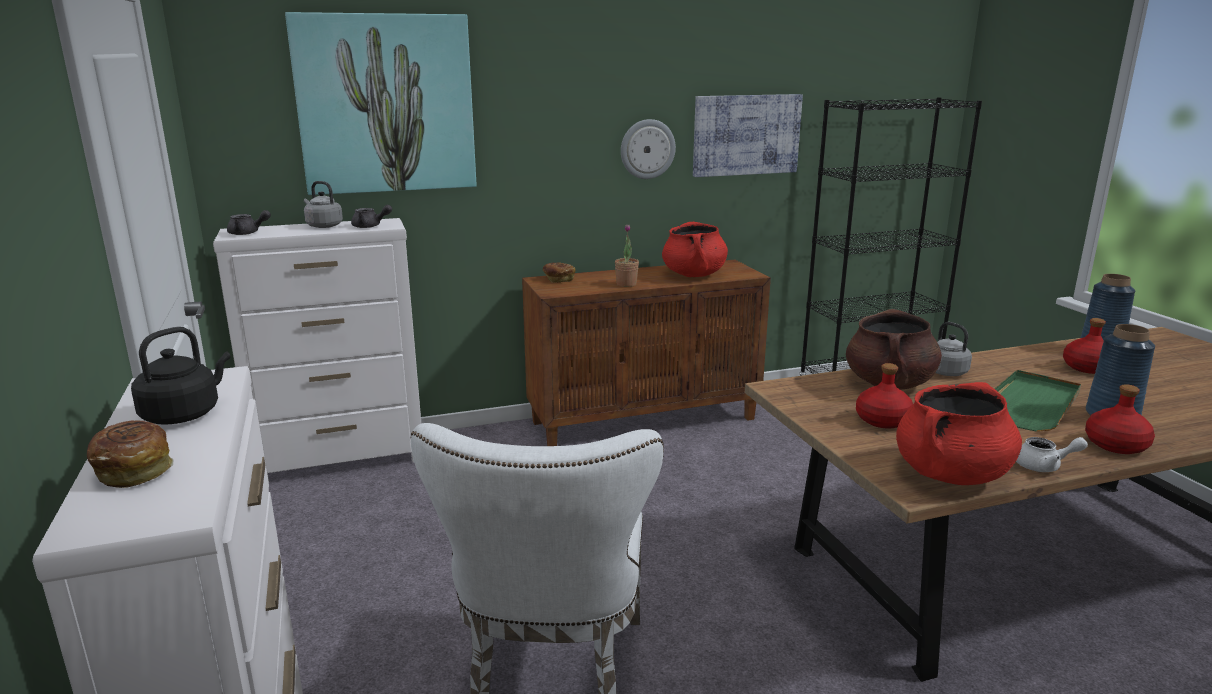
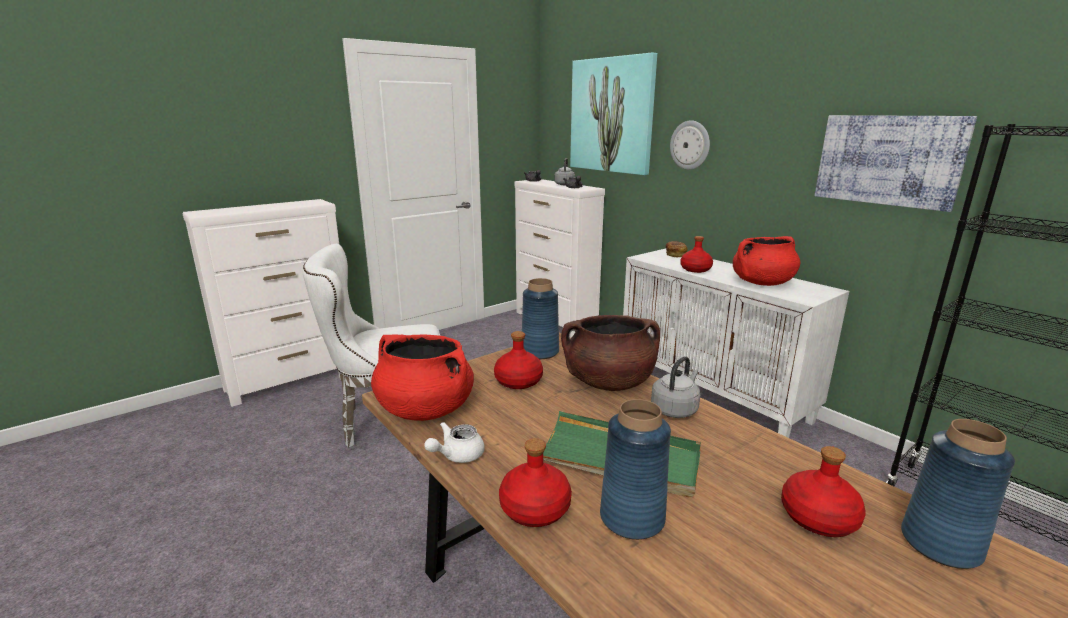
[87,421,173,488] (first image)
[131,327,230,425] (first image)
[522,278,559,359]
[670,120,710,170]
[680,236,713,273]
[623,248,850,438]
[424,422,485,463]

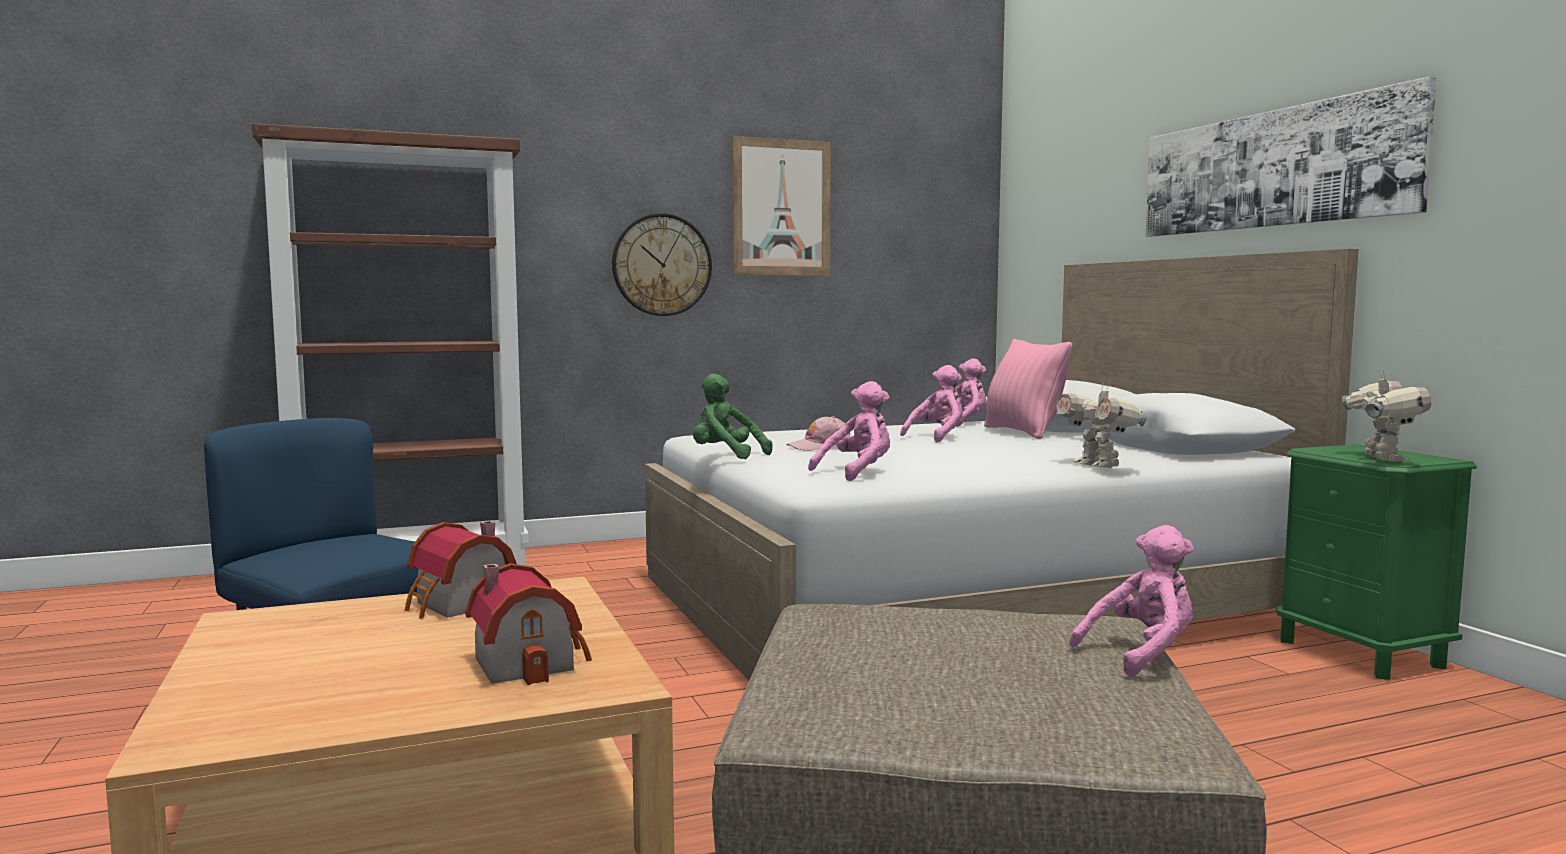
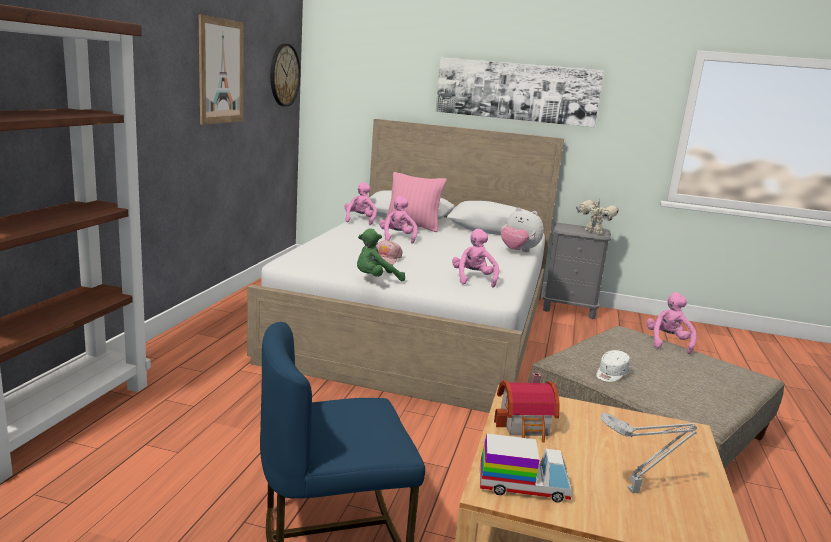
[466,563,592,685] (first image)
[480,434,572,503]
[596,350,630,382]
[600,412,697,493]
[270,44,301,107]
[501,208,544,252]
[543,223,611,319]

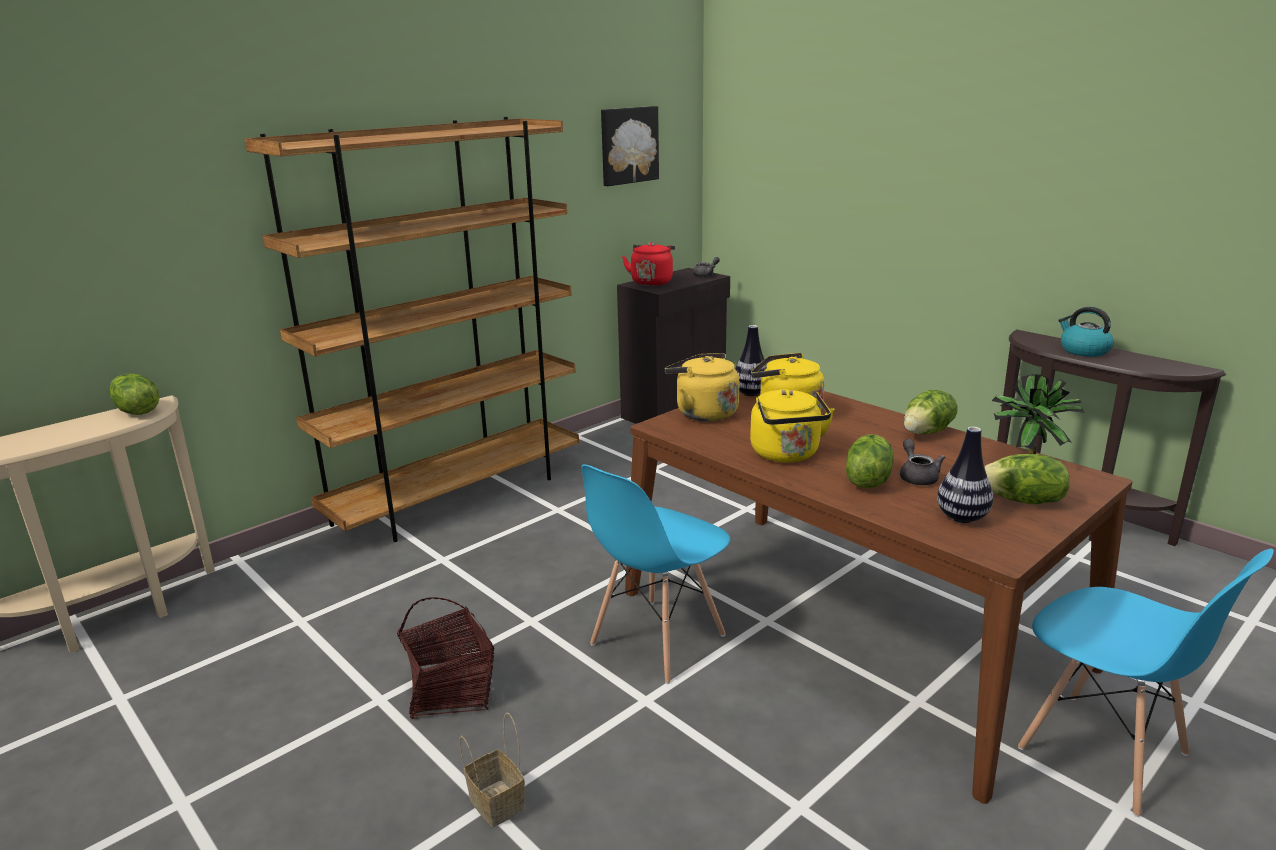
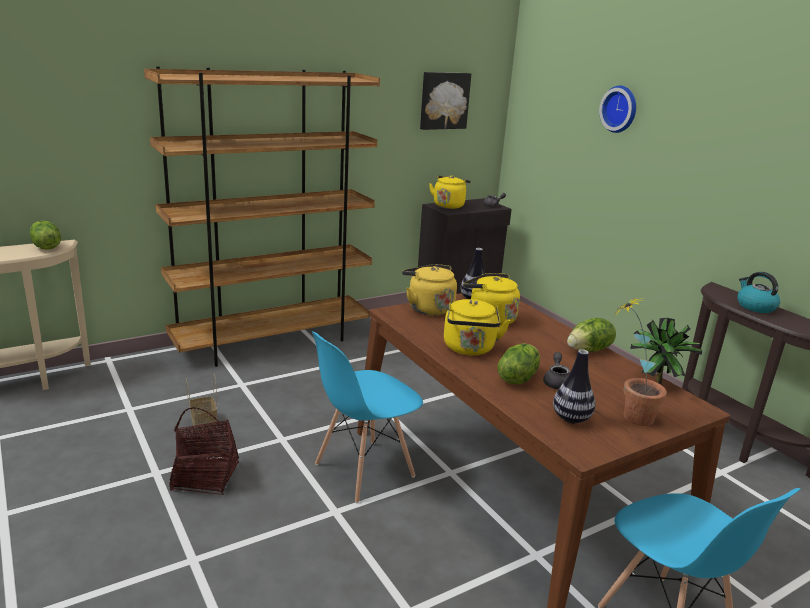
[599,86,636,133]
[185,374,217,431]
[615,298,667,426]
[429,175,471,209]

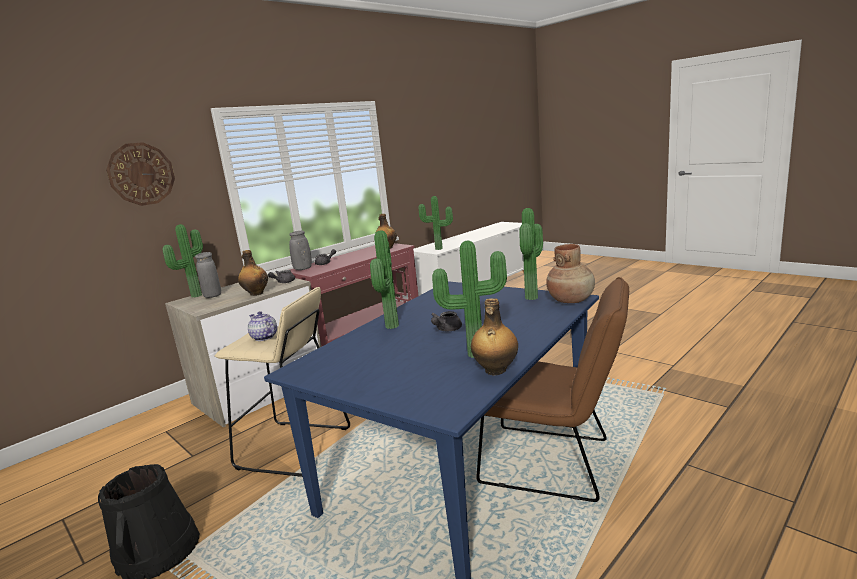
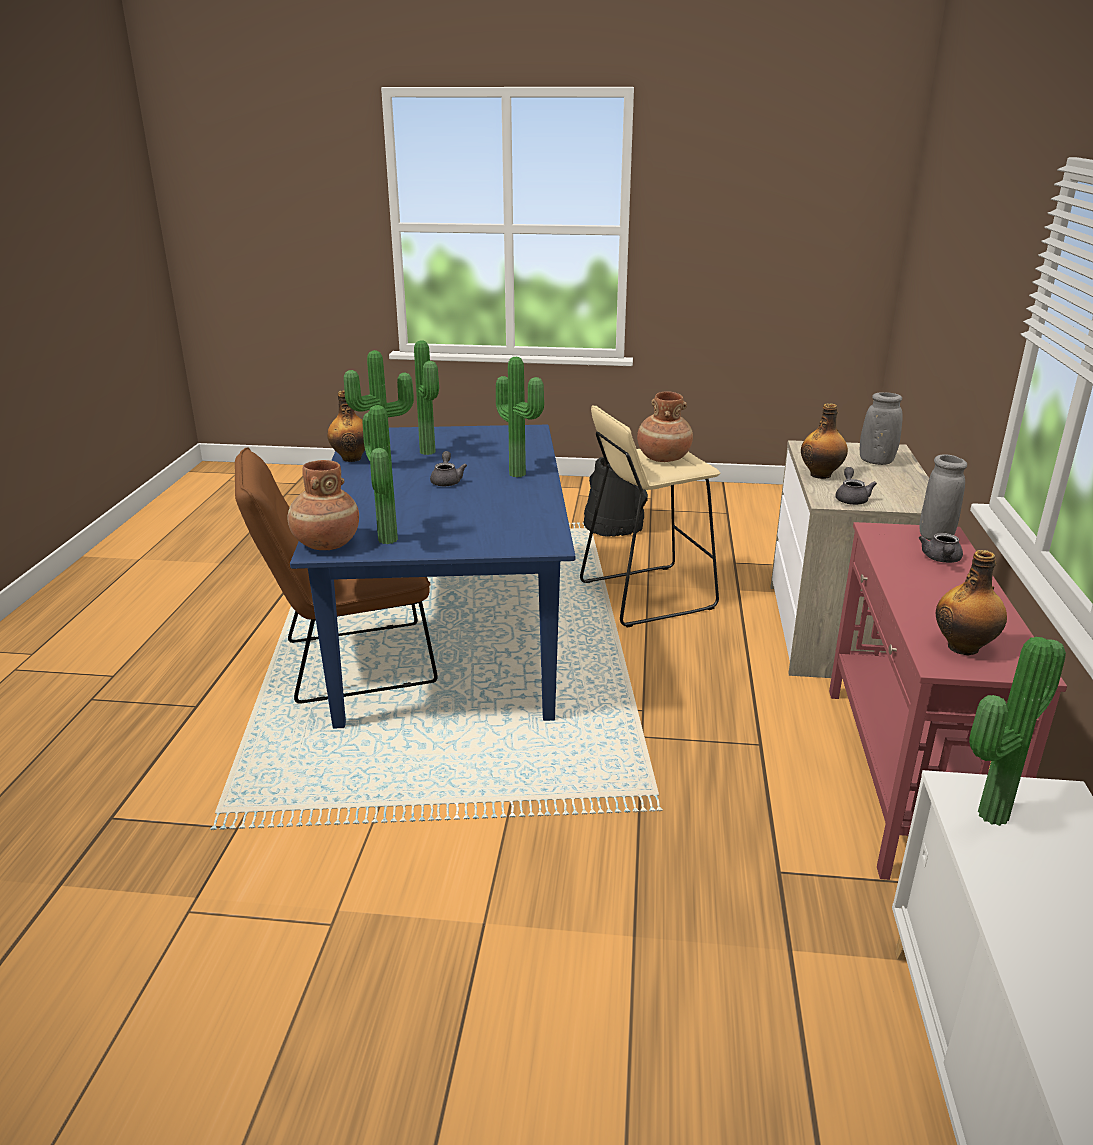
[106,142,175,206] (first image)
[414,340,439,455]
[637,391,693,462]

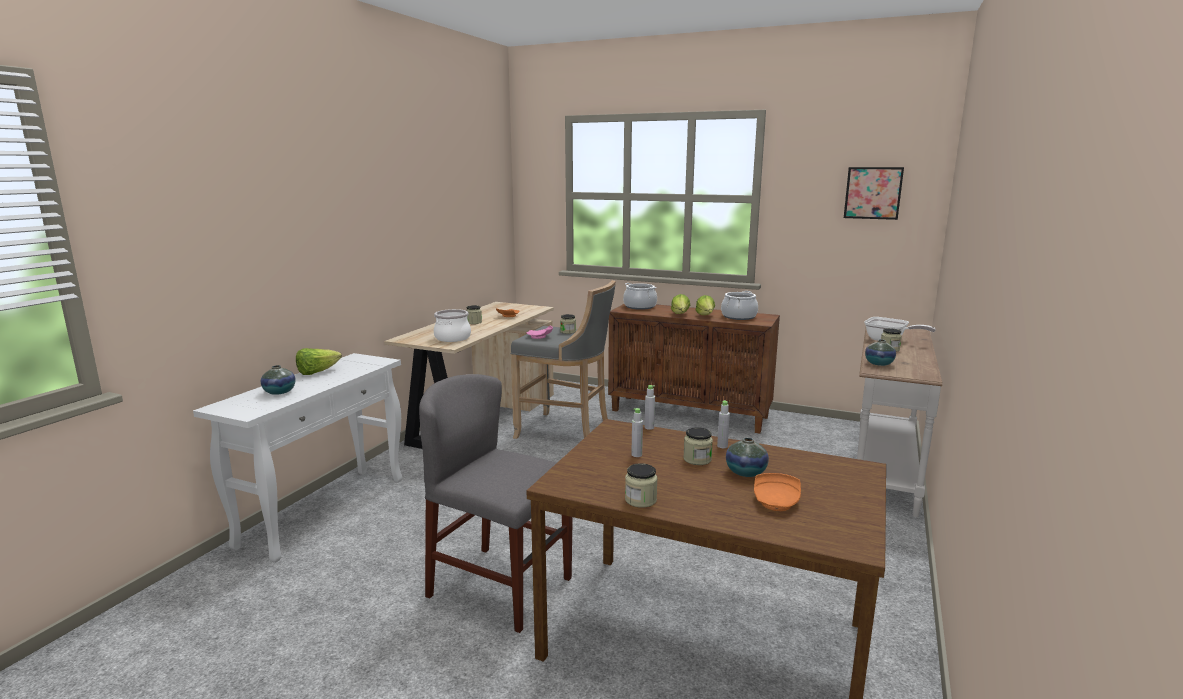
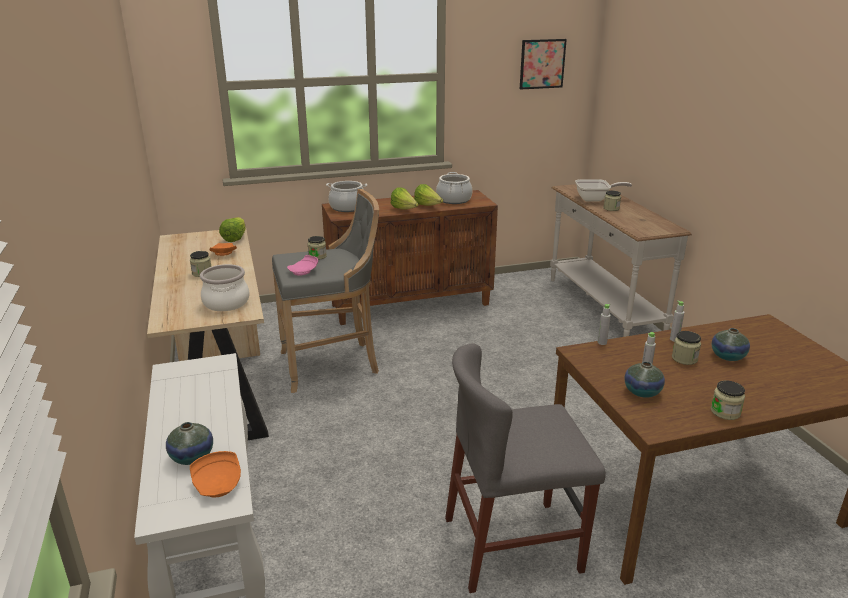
[219,217,246,242]
[190,451,241,497]
[624,361,665,398]

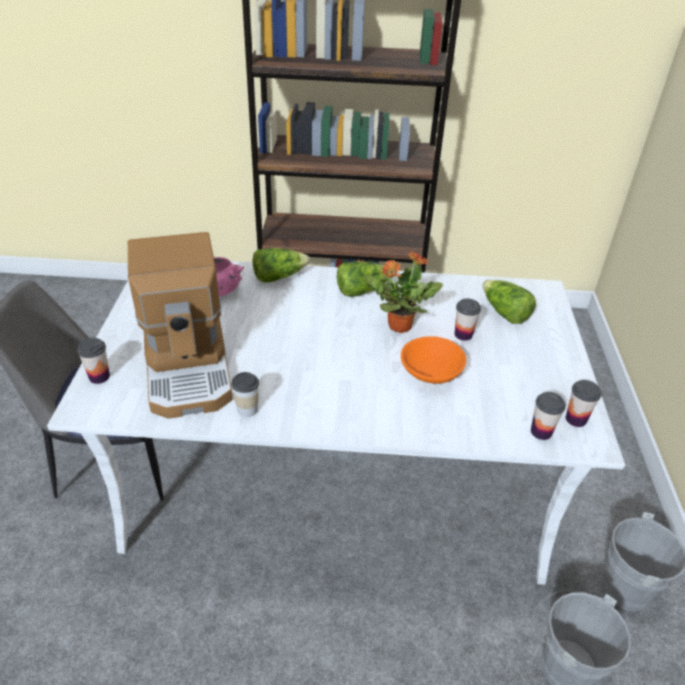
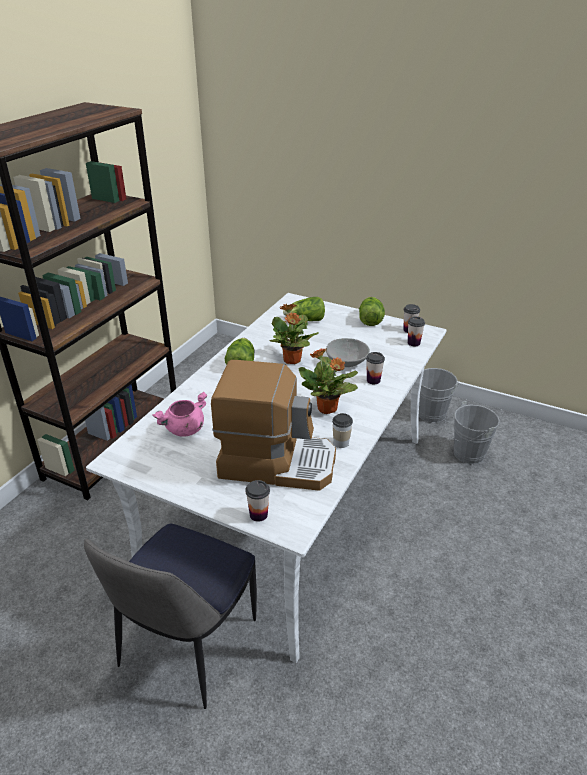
[299,348,358,414]
[359,297,385,326]
[366,352,385,384]
[326,338,370,367]

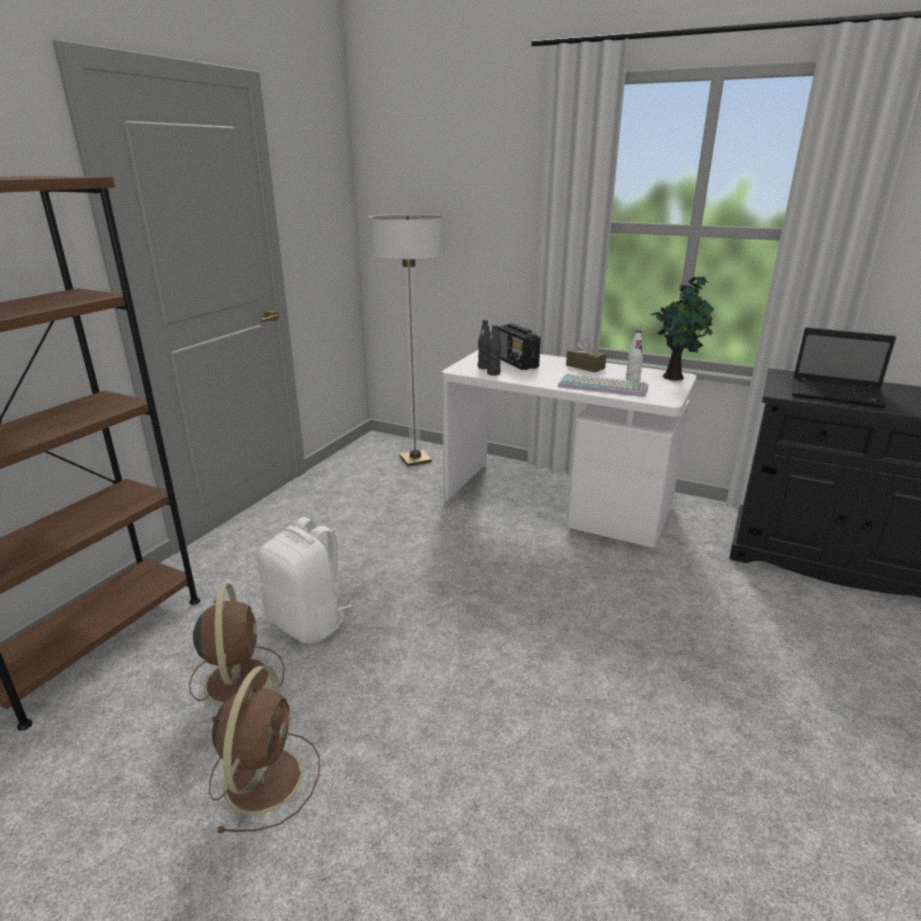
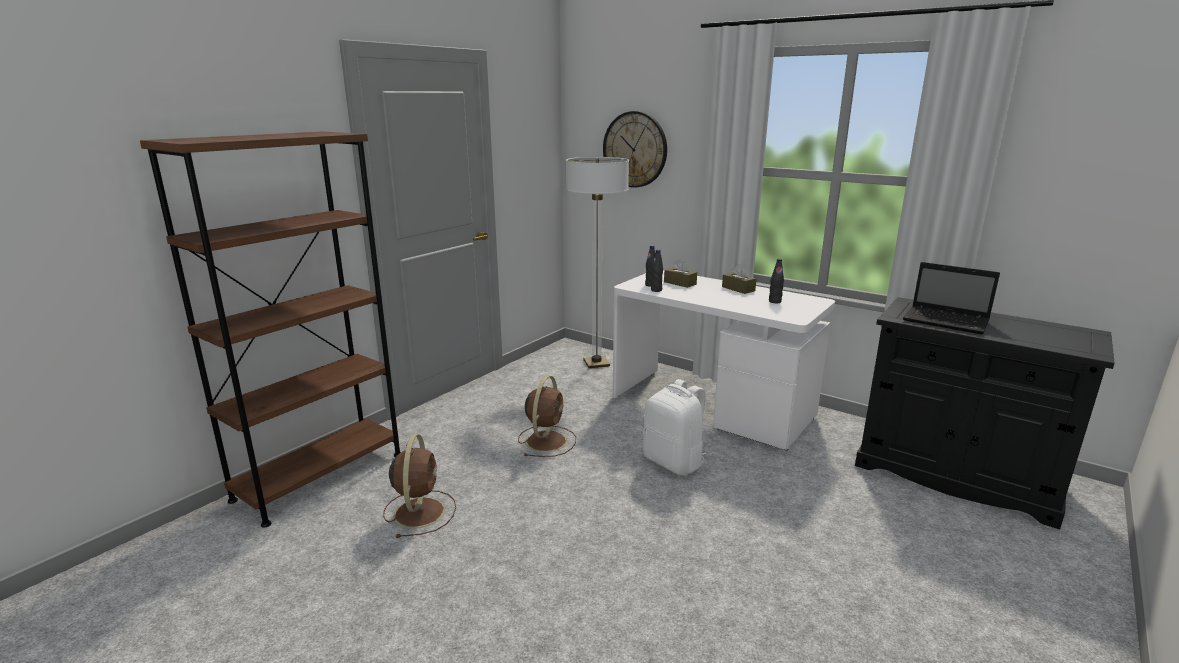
[558,374,648,397] (first image)
[650,277,714,381] (first image)
[603,111,667,188]
[518,376,576,457]
[643,379,707,475]
[664,259,697,288]
[769,259,784,303]

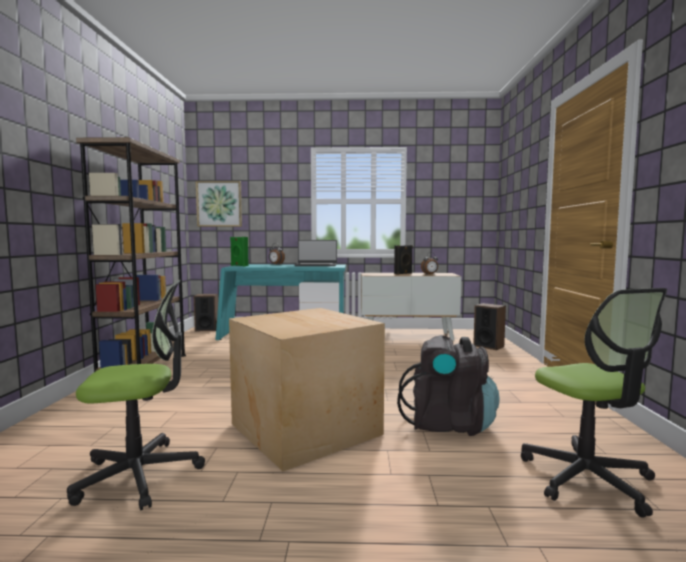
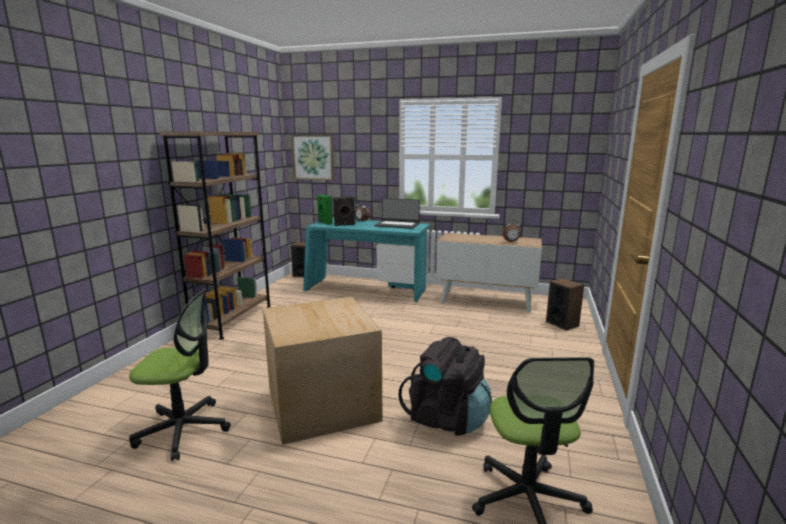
[333,196,355,226]

